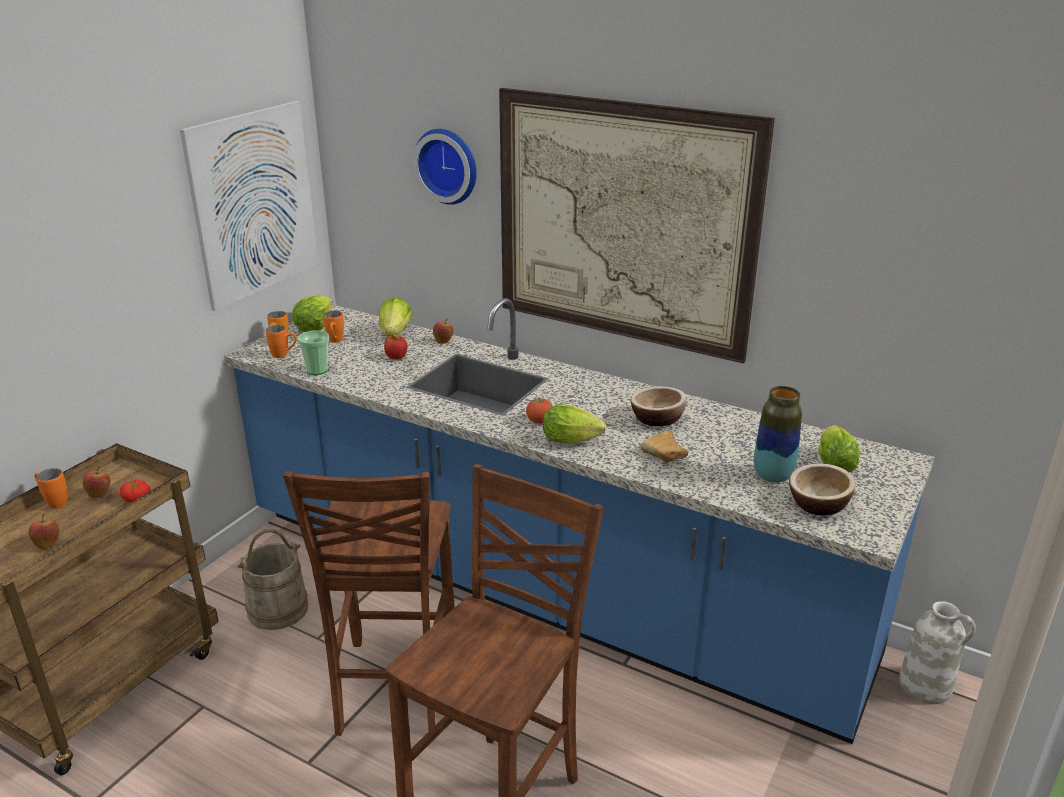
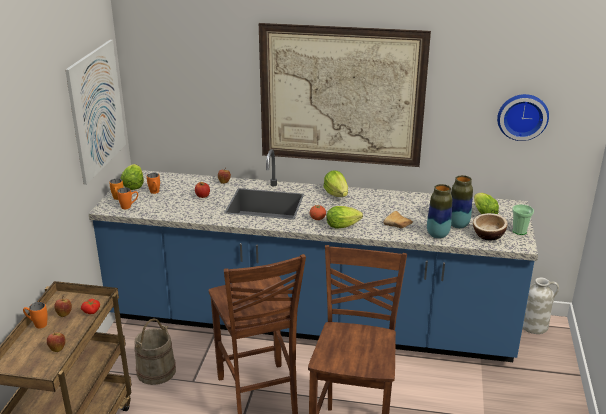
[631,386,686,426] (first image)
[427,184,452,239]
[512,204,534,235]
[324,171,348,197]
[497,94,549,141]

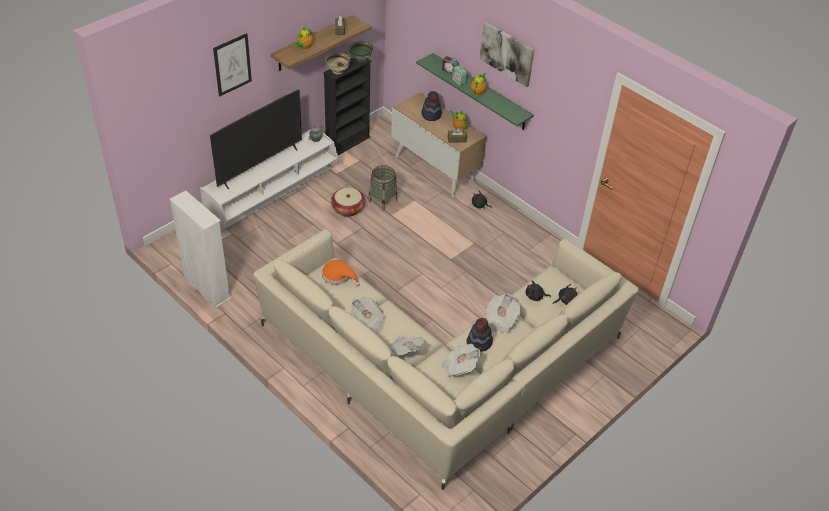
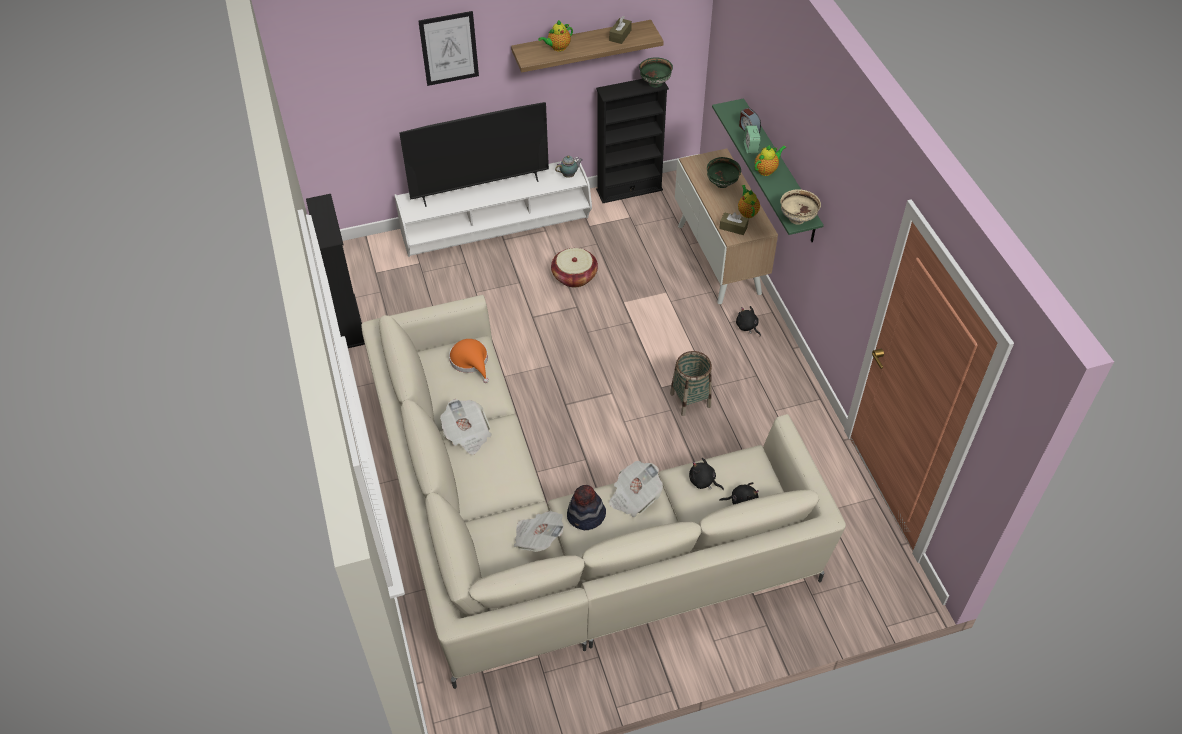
[389,335,425,355] (first image)
[480,22,535,87] (first image)
[780,189,821,225]
[670,351,712,416]
[707,157,741,188]
[306,194,365,348]

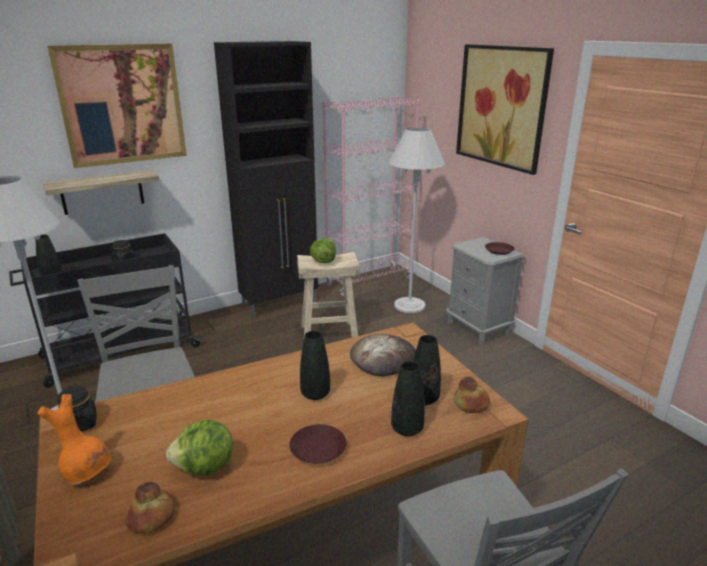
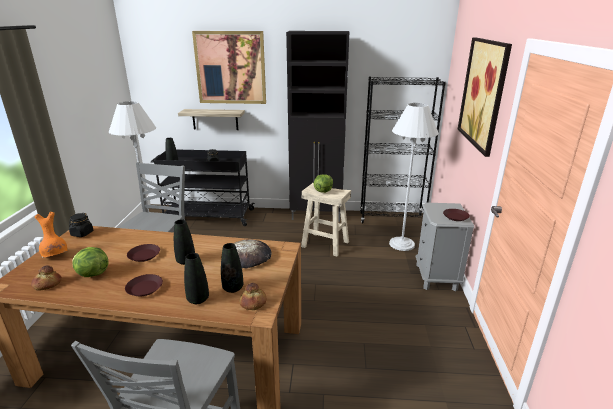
[127,244,160,262]
[360,77,446,224]

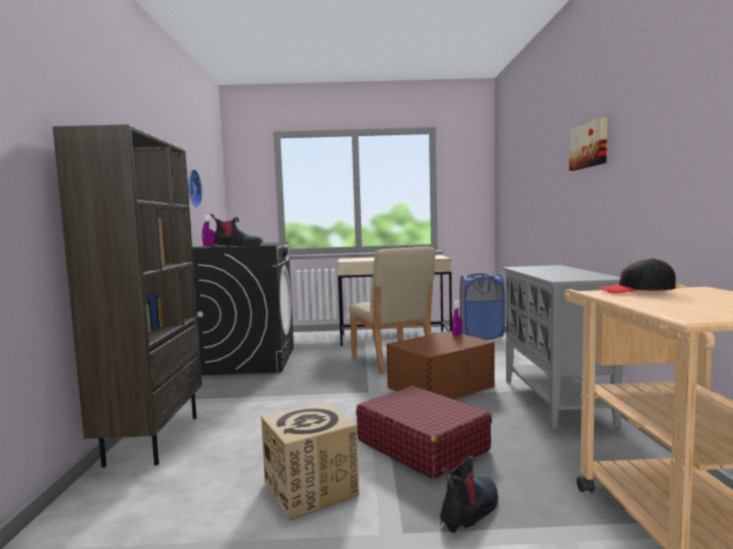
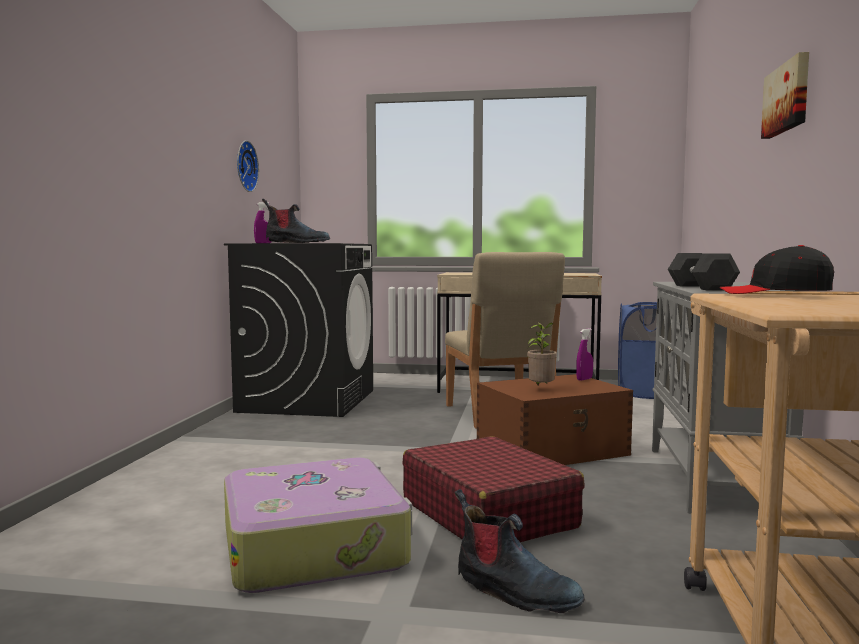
[52,124,202,468] (first image)
[527,323,557,386]
[668,253,740,291]
[224,458,412,593]
[455,489,585,613]

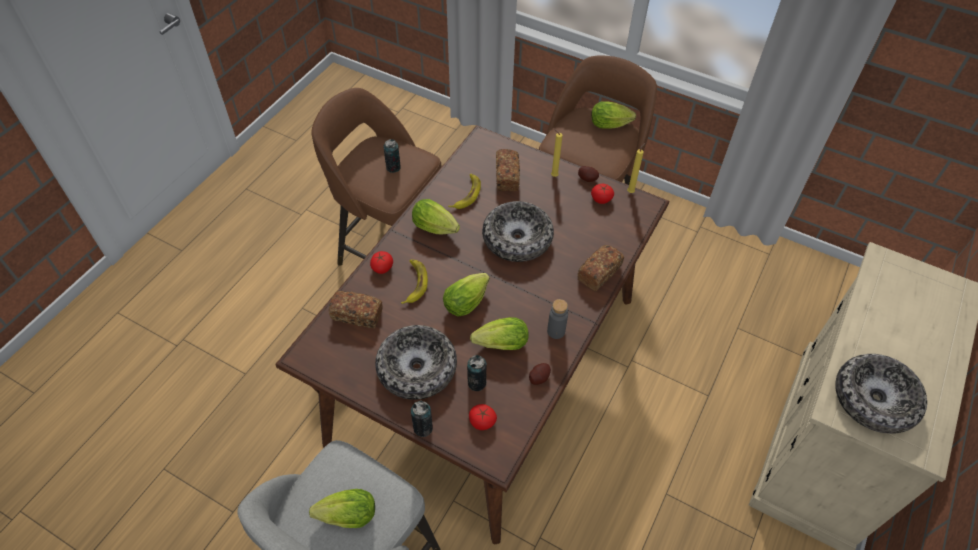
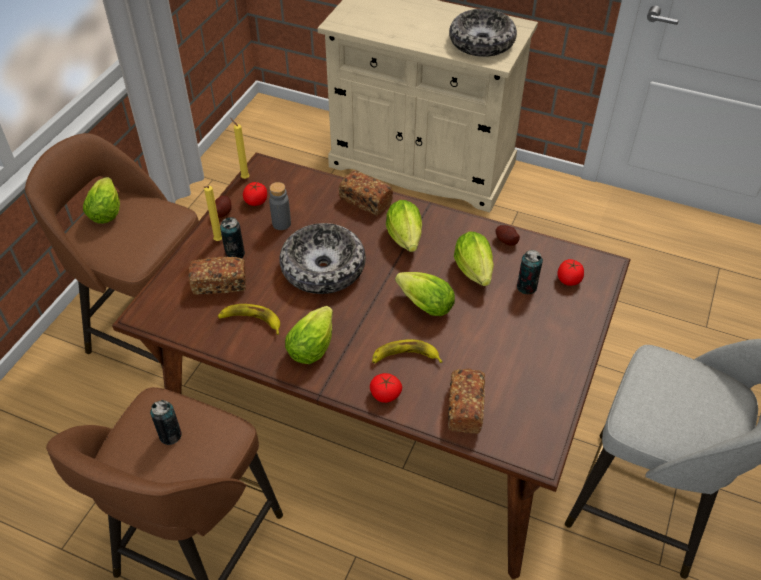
[375,325,457,400] (first image)
[386,200,422,252]
[220,217,245,258]
[269,182,291,230]

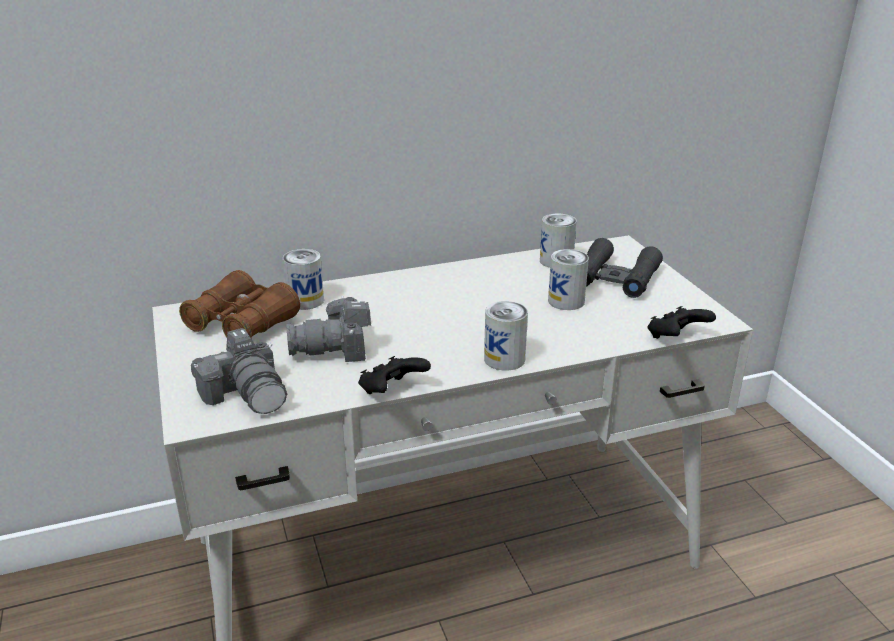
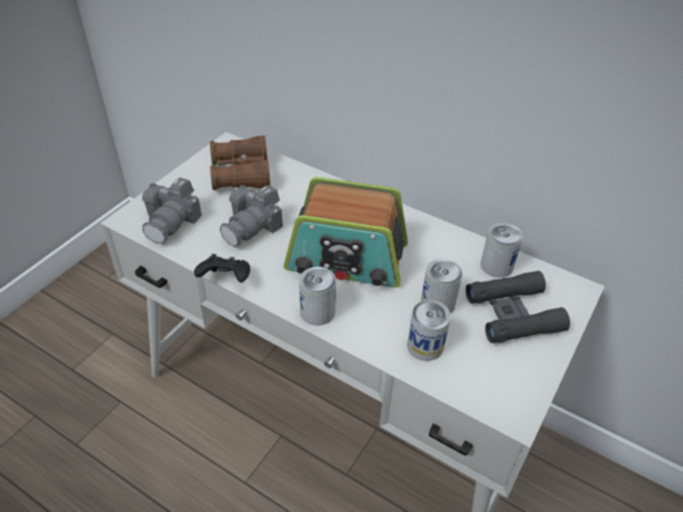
[647,306,716,339] (first image)
[284,177,408,288]
[407,300,451,361]
[220,185,283,247]

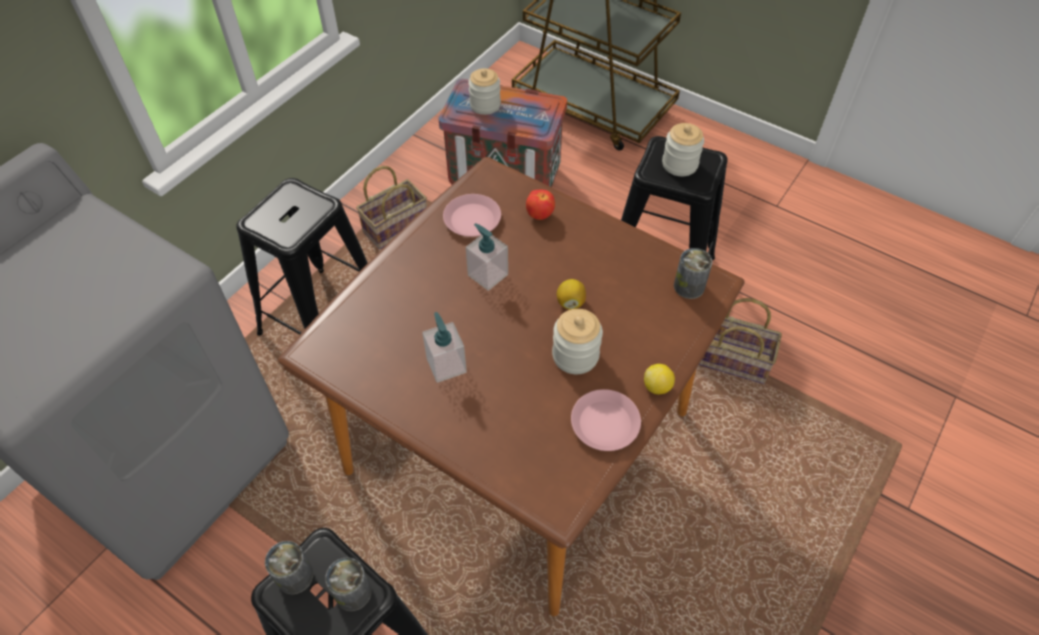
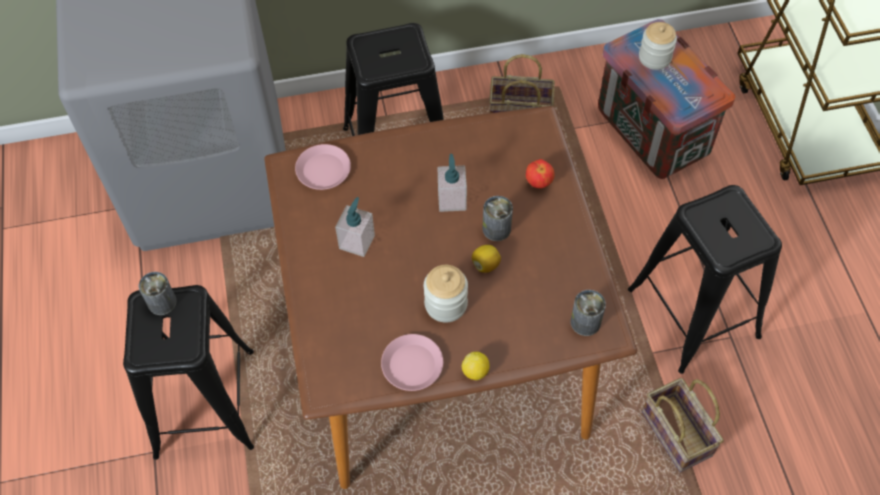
[662,123,704,176] (first image)
[482,196,513,241]
[295,144,351,190]

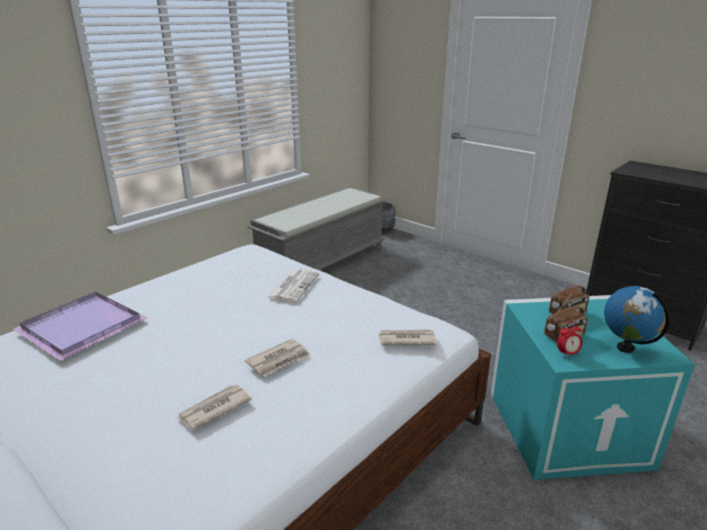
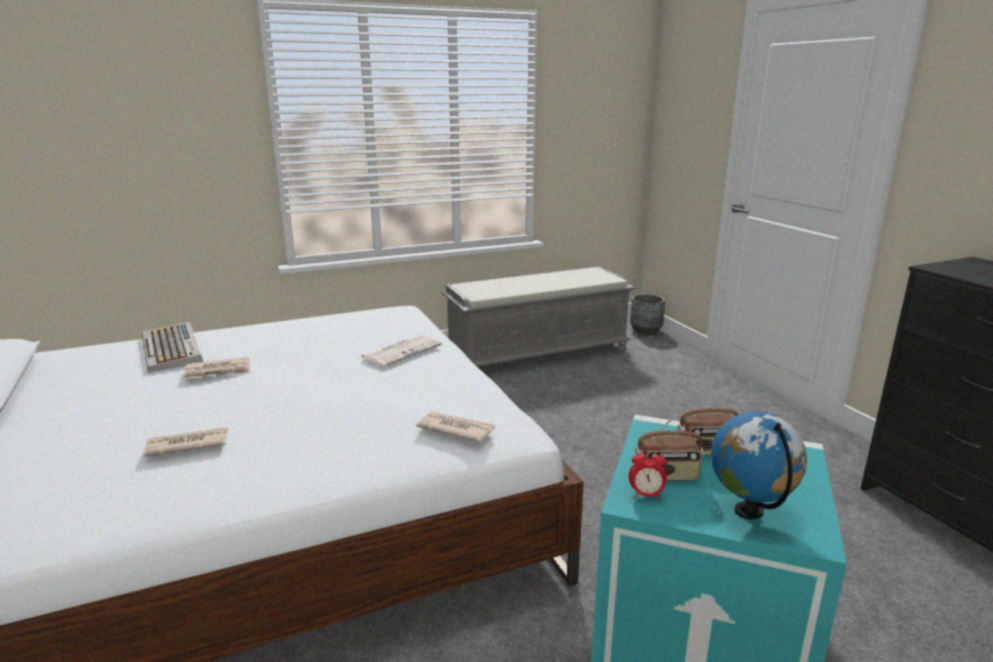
[183,357,251,379]
[142,322,203,372]

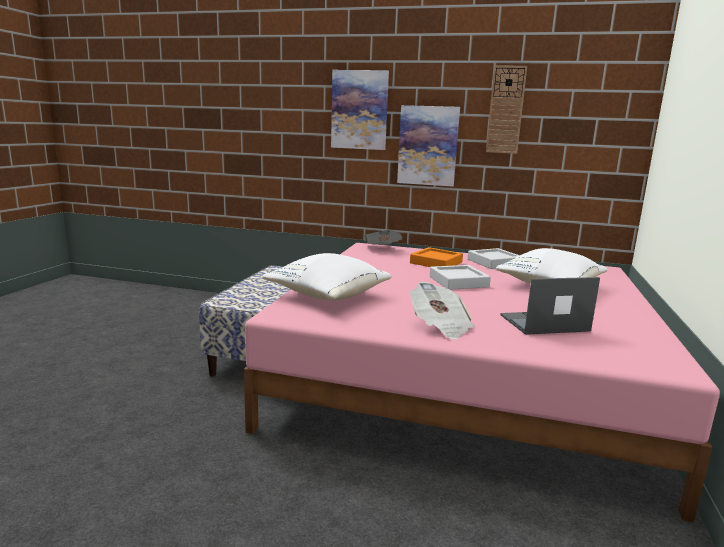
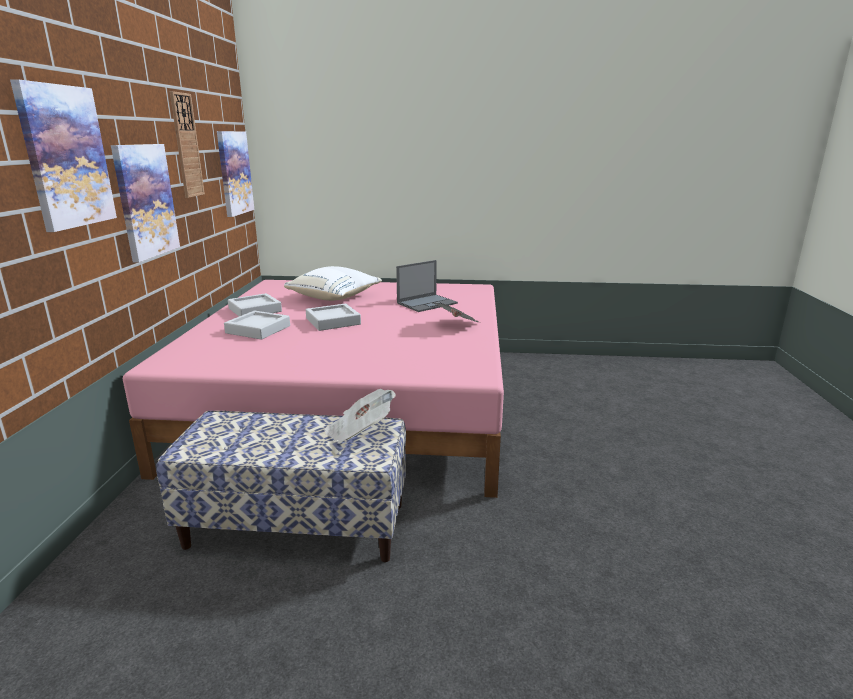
[262,253,392,301] (first image)
[217,131,254,217]
[324,389,396,444]
[224,311,290,339]
[396,260,458,312]

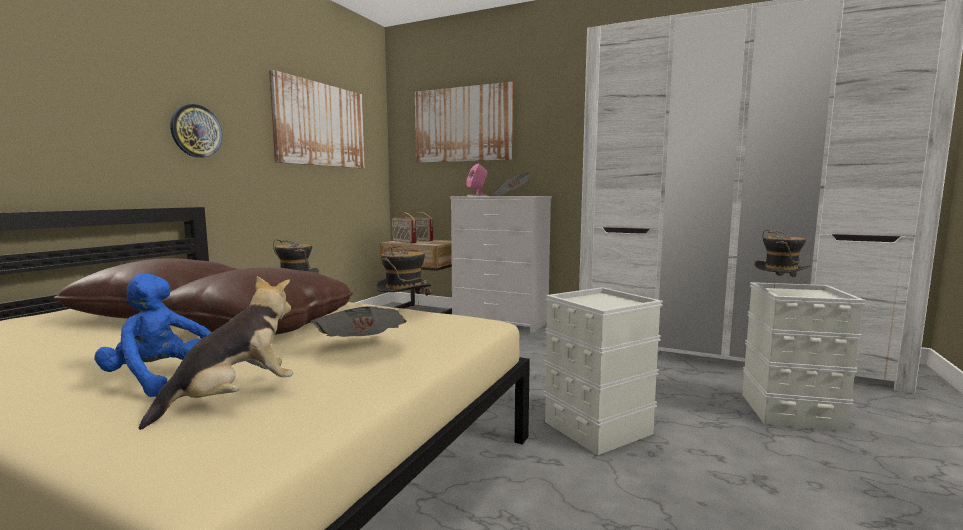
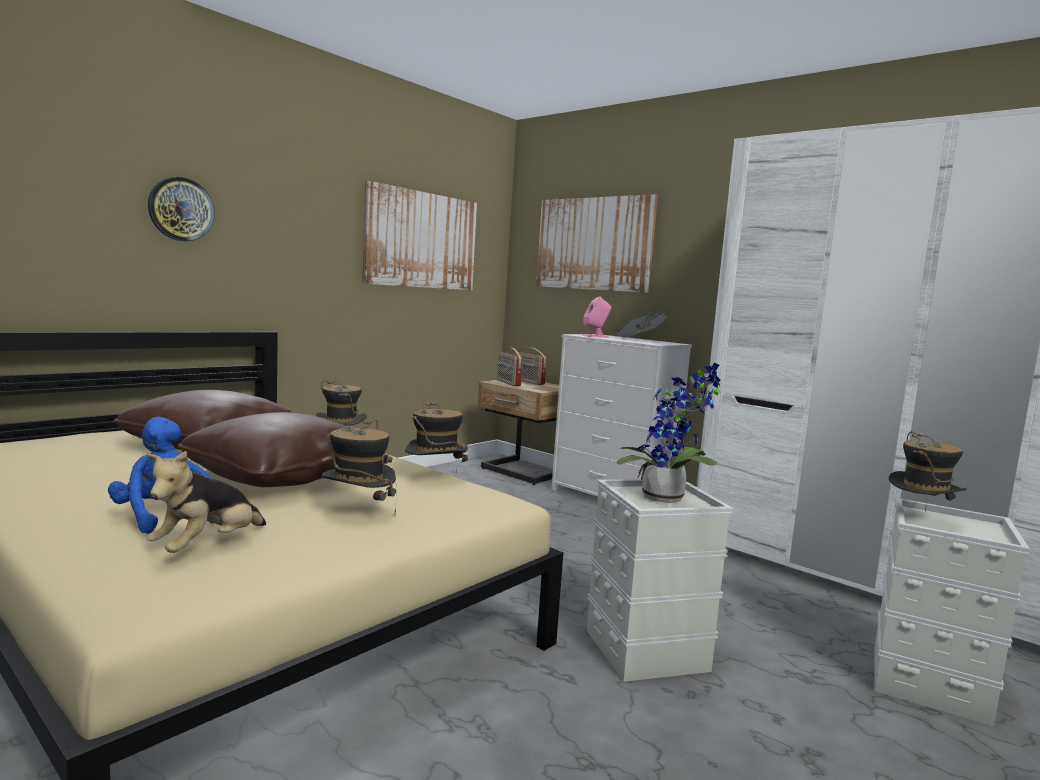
[616,362,721,503]
[148,177,215,241]
[321,420,396,514]
[146,451,266,553]

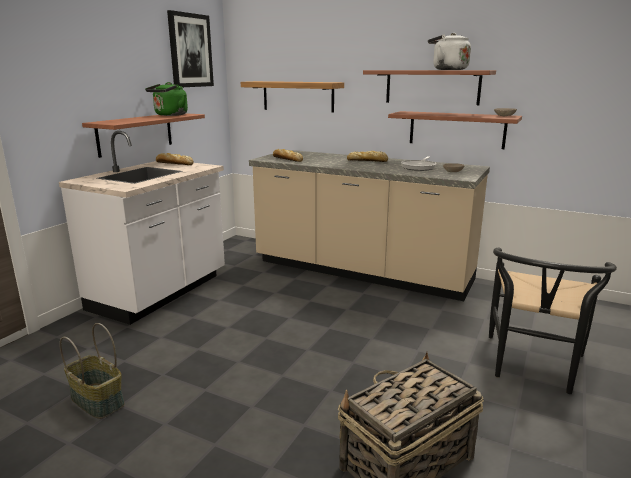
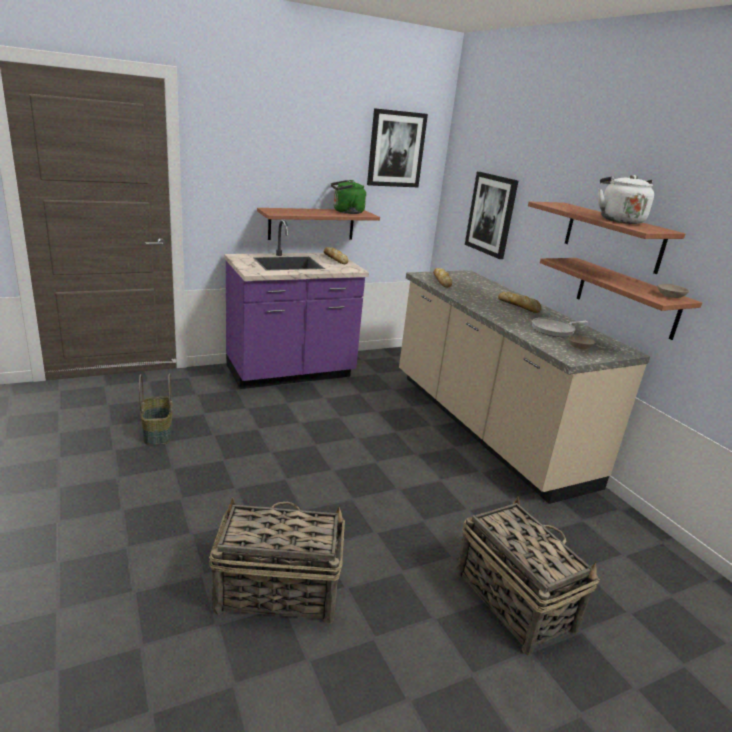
[465,172,518,259]
[456,496,600,656]
[224,220,369,389]

